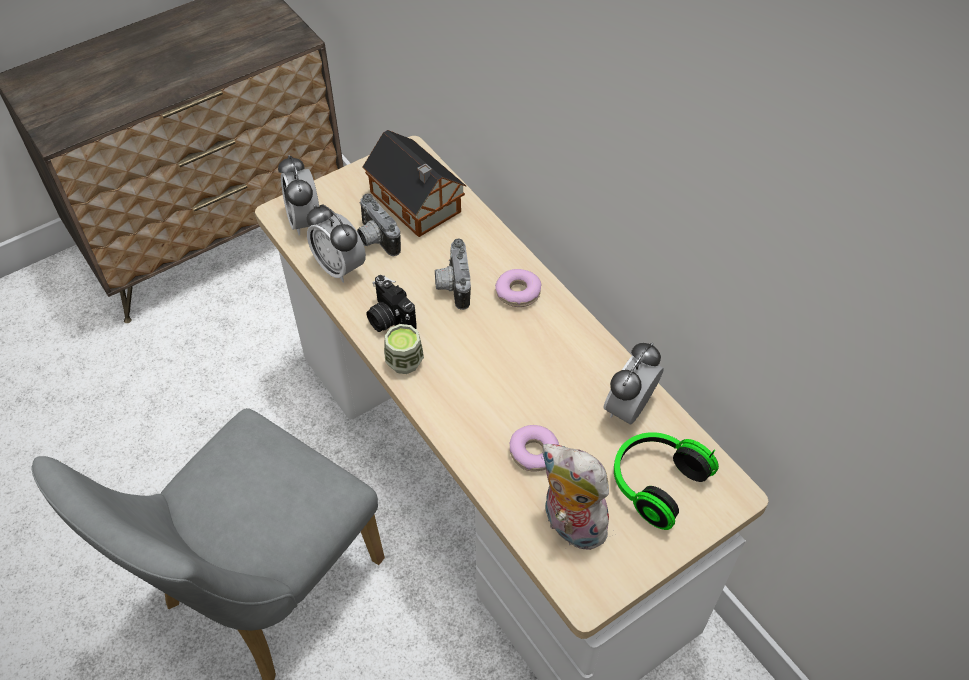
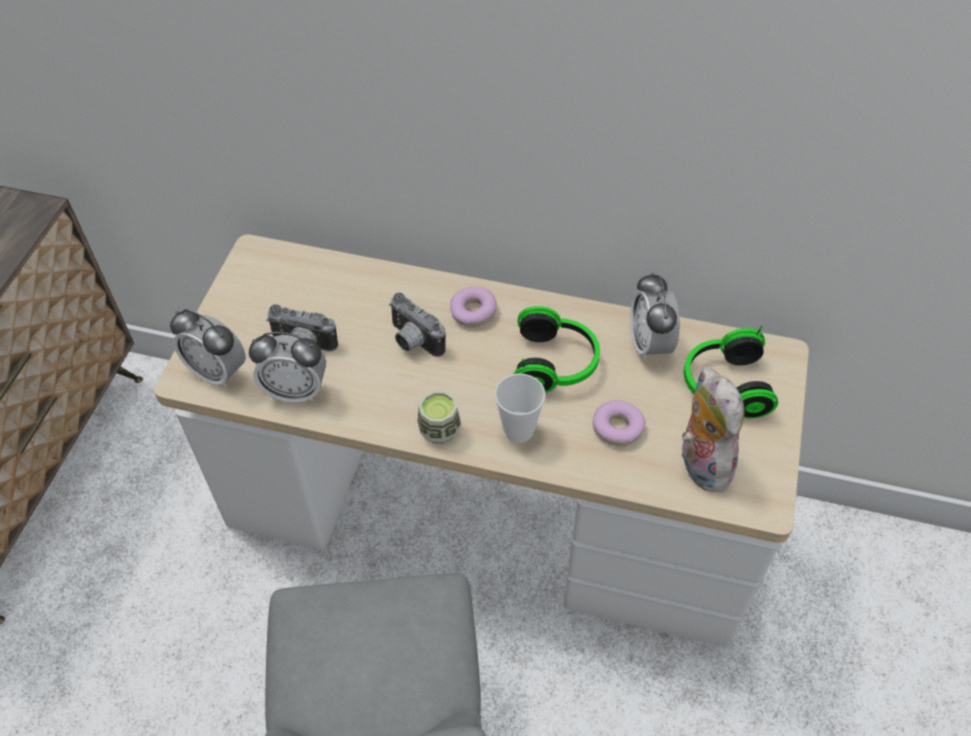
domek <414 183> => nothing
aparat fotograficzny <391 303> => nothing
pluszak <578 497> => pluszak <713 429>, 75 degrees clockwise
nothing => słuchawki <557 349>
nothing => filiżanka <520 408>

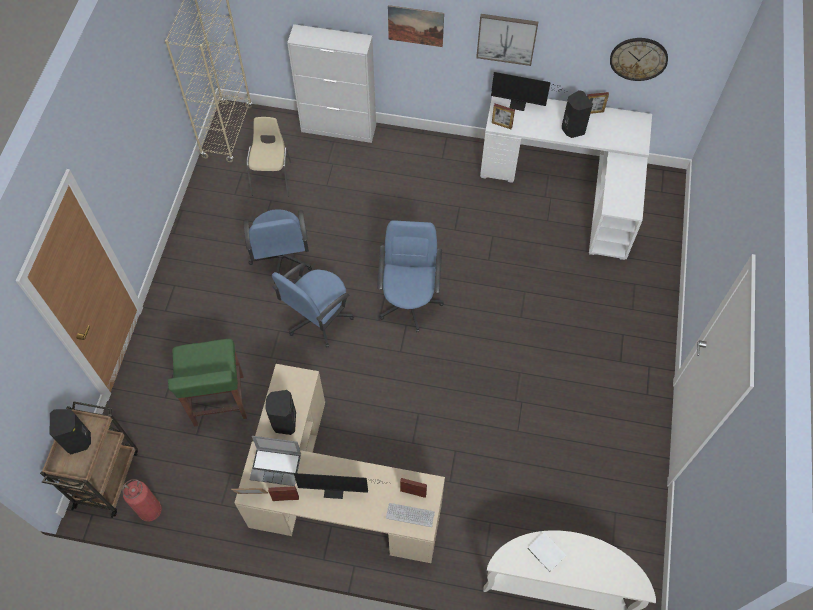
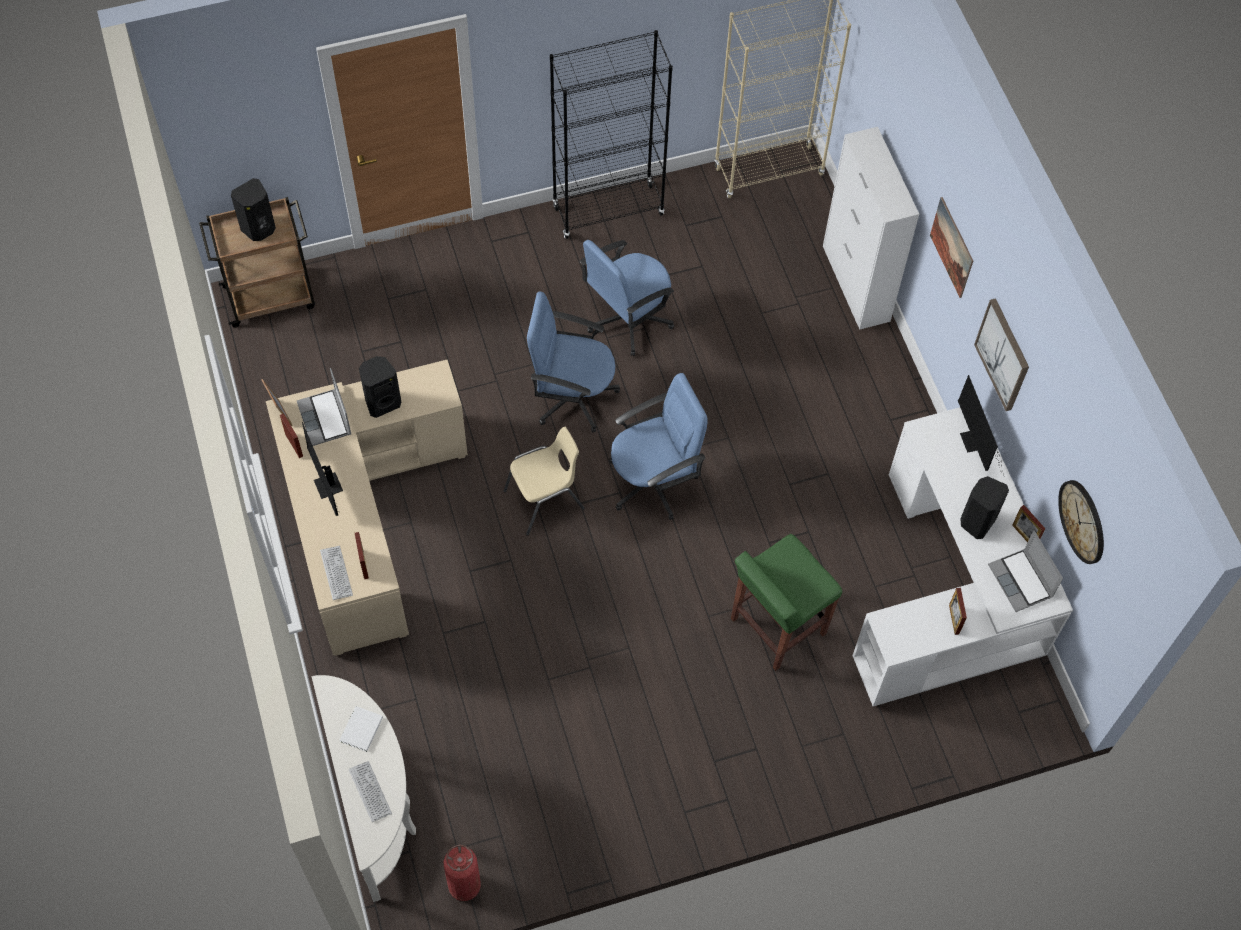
ramka na zdjęcie <503 116> => ramka na zdjęcie <958 611>, shifted
krzesło/beżowy <269 157> => krzesło/beżowy <544 481>, shifted
stołek/zielony <207 382> => stołek/zielony <786 602>, shifted
gaśnica <142 500> => gaśnica <462 873>, shifted
nothing => regał/czarny <611 134>
nothing => laptop <1025 571>
nothing => klawiatura <370 791>

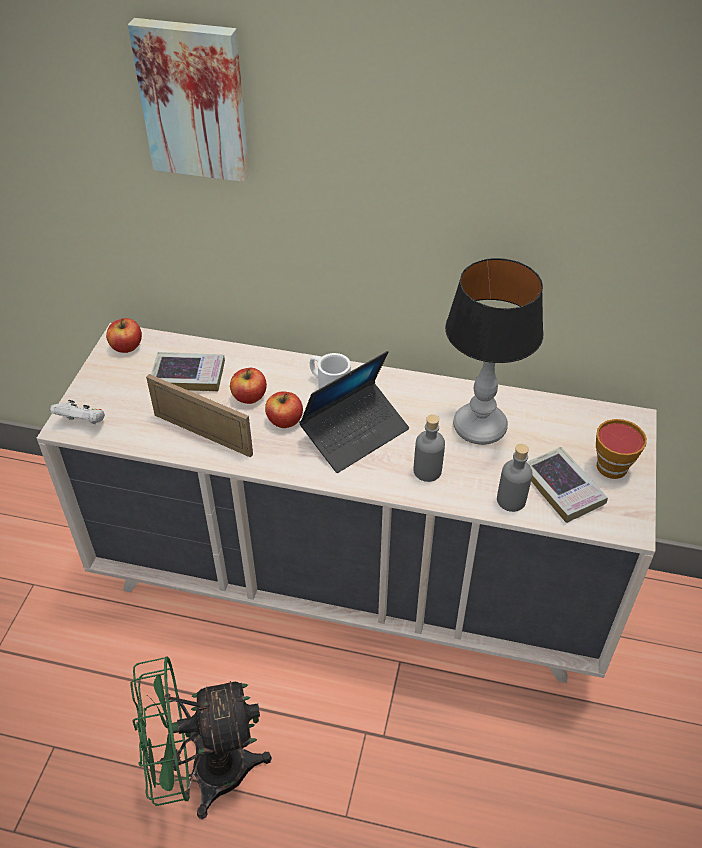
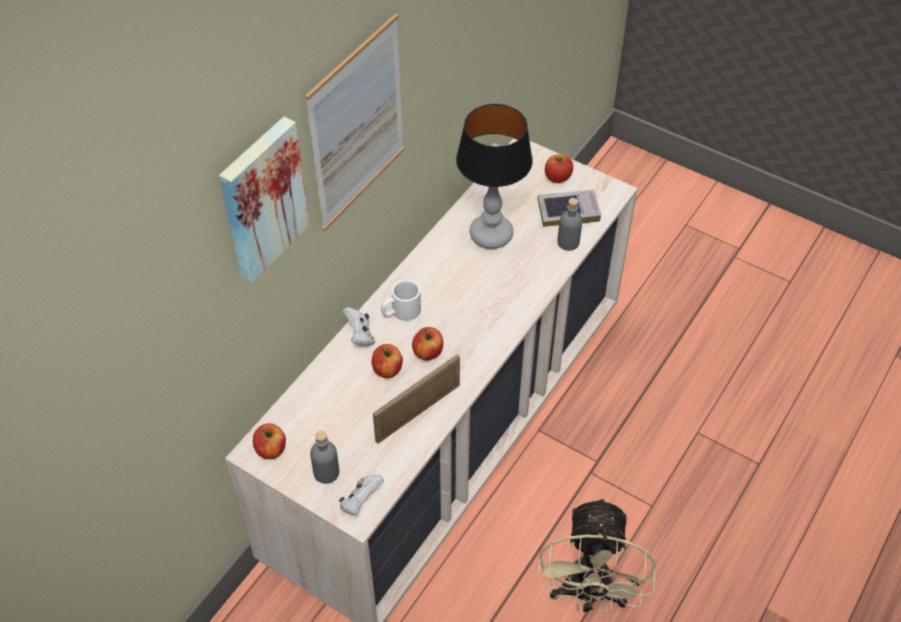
laptop <354 412> => nothing
książka <188 371> => nothing
butelka/szary <429 448> => butelka/szary <324 457>, shifted
filiżanka <621 449> => jabłko <559 168>
wentylator/zielony <201 737> => wentylator/beżowy <597 555>
nothing => obraz <354 122>
nothing => pad do gier/biały <359 326>

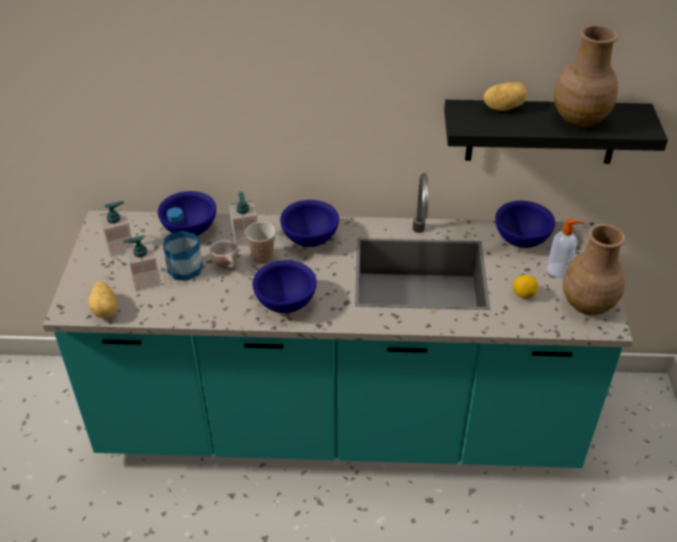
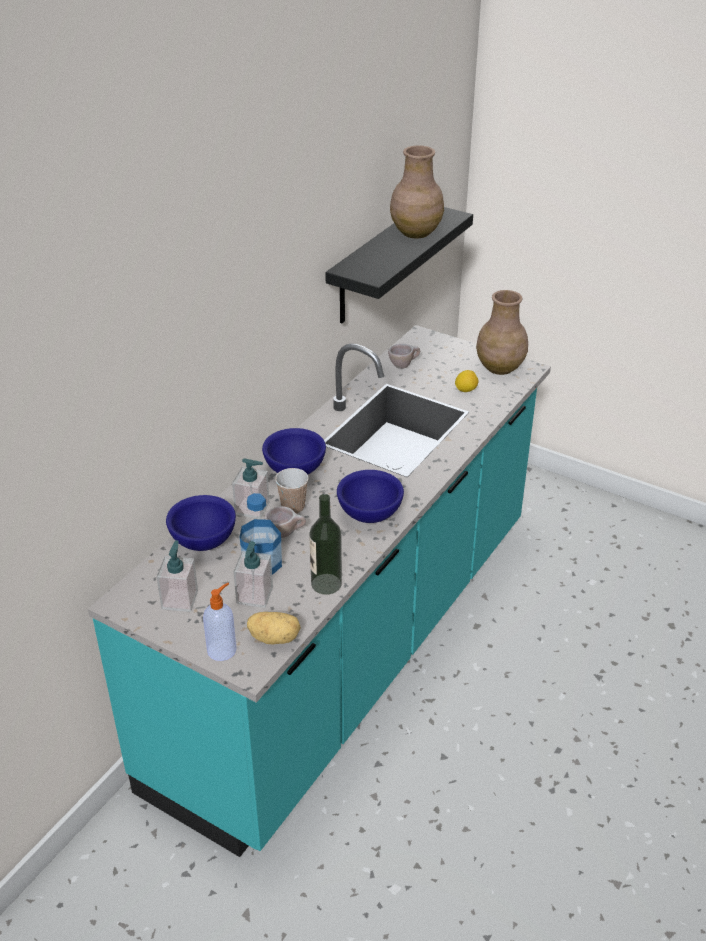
ziemniak <505 96> => nothing
miska/niebieski <525 224> => filiżanka/beżowy <404 356>
dozownik mydła <566 248> => dozownik mydła <220 622>, shifted
nothing => butelka <325 544>

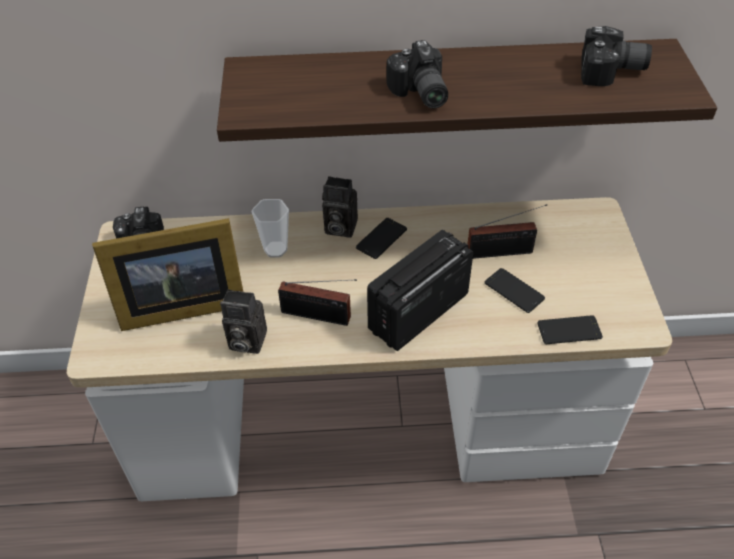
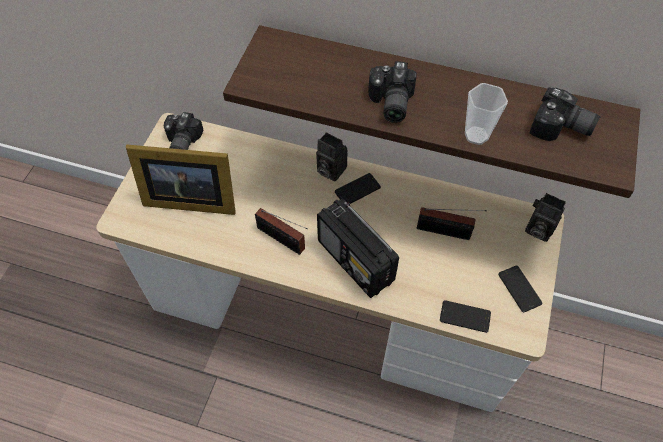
filiżanka <270 228> => filiżanka <486 114>, shifted
radio <420 290> => radio <358 248>, 105 degrees counterclockwise
telefon <514 290> => telefon <520 289>, shifted
aparat fotograficzny <243 321> => aparat fotograficzny <545 217>, shifted

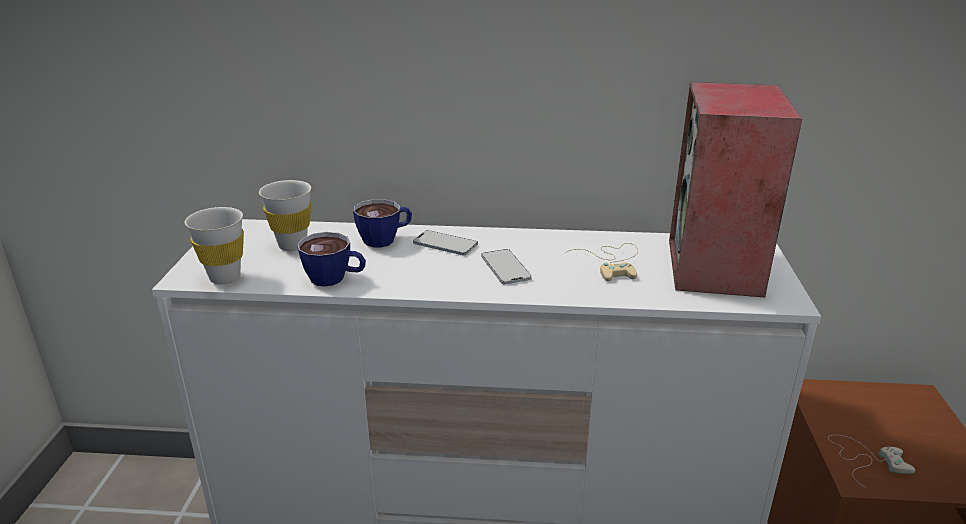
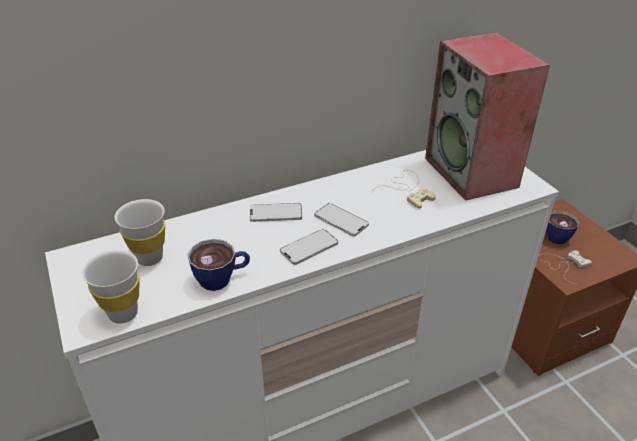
filiżanka <382 223> => filiżanka <562 227>, shifted
nothing => telefon <309 247>

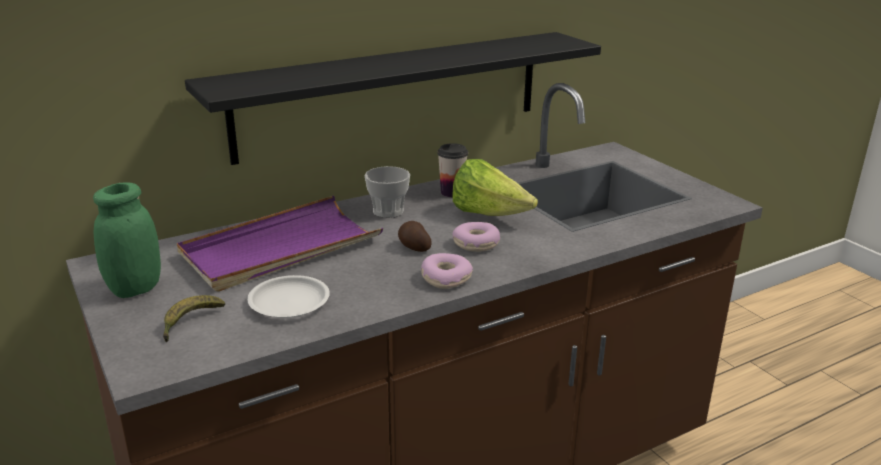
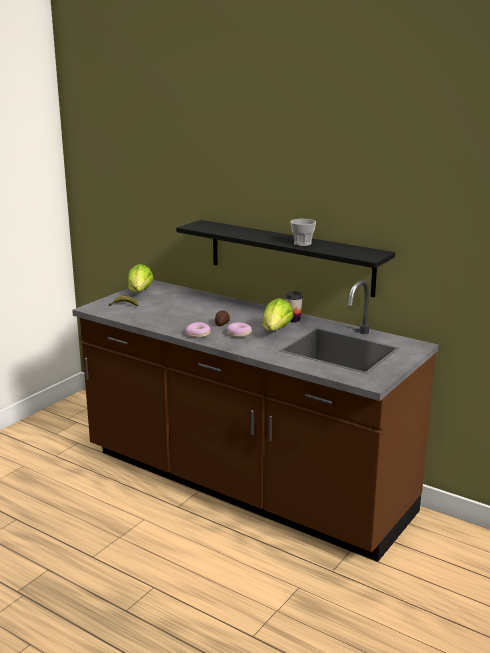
filiżanka <387 192> => filiżanka <303 232>, shifted
słoik/zielony <127 240> => sałata <141 278>
taca/fioletowy <280 244> => nothing
talerz/biały <288 296> => nothing

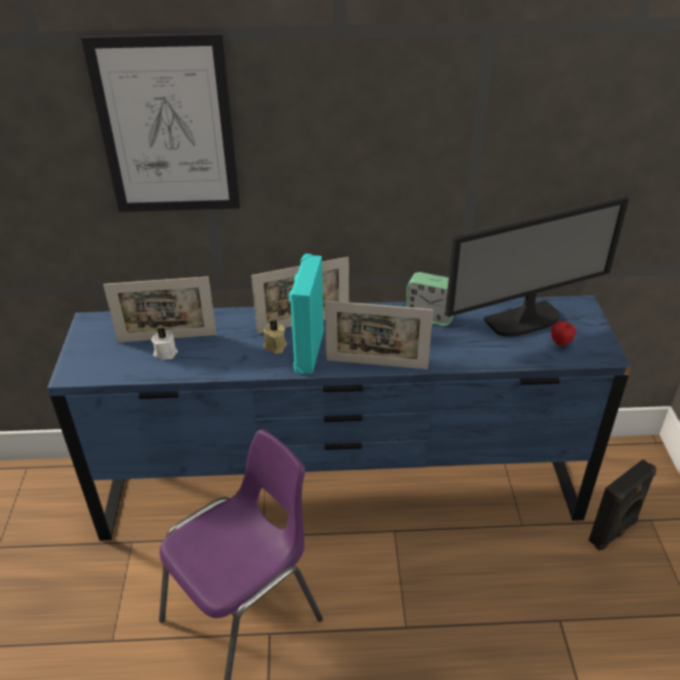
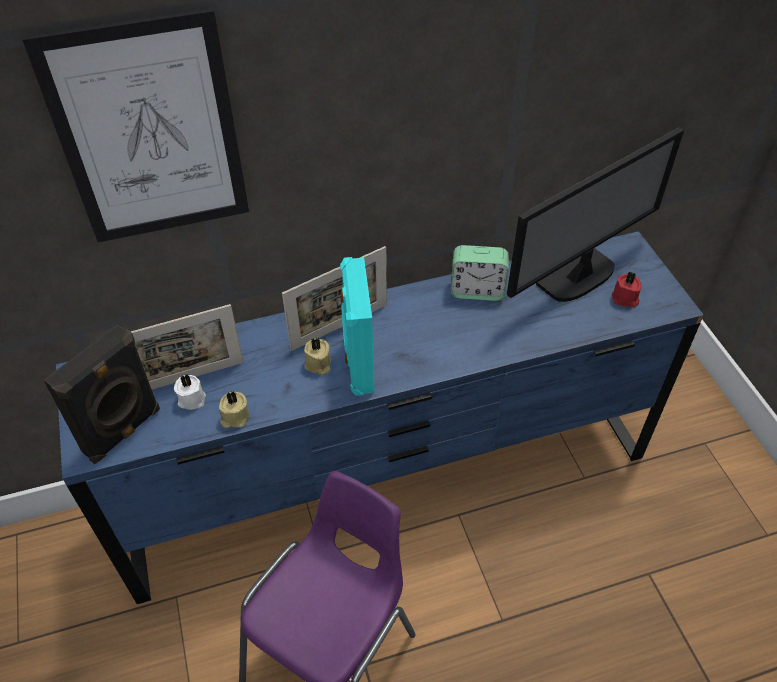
ramka na zdjęcie <379 335> => nothing
jabłko <563 333> => świeca/czerwony <626 289>
głośnik/czarny <622 505> => głośnik/czarny <102 394>, shifted
nothing => świeca/beżowy <234 410>

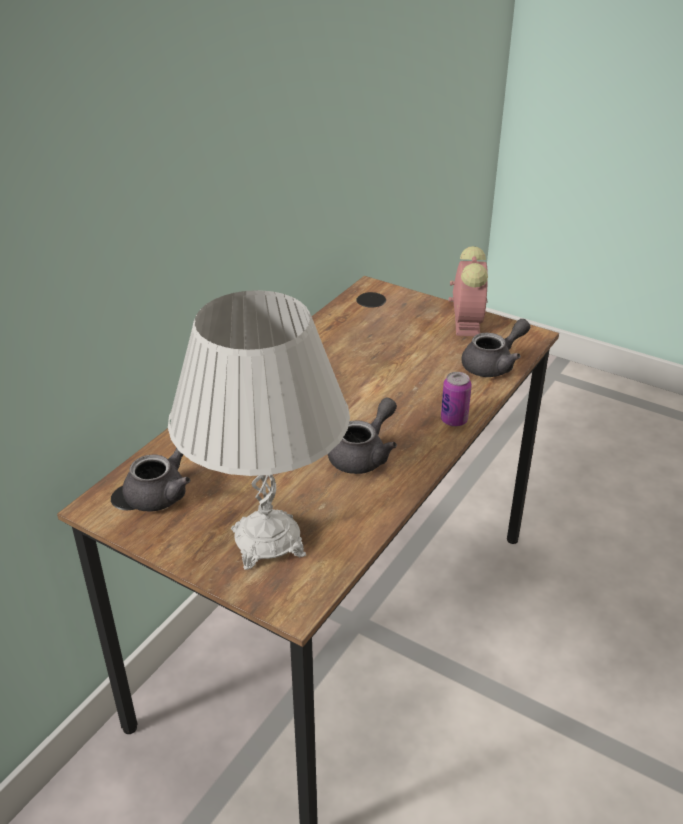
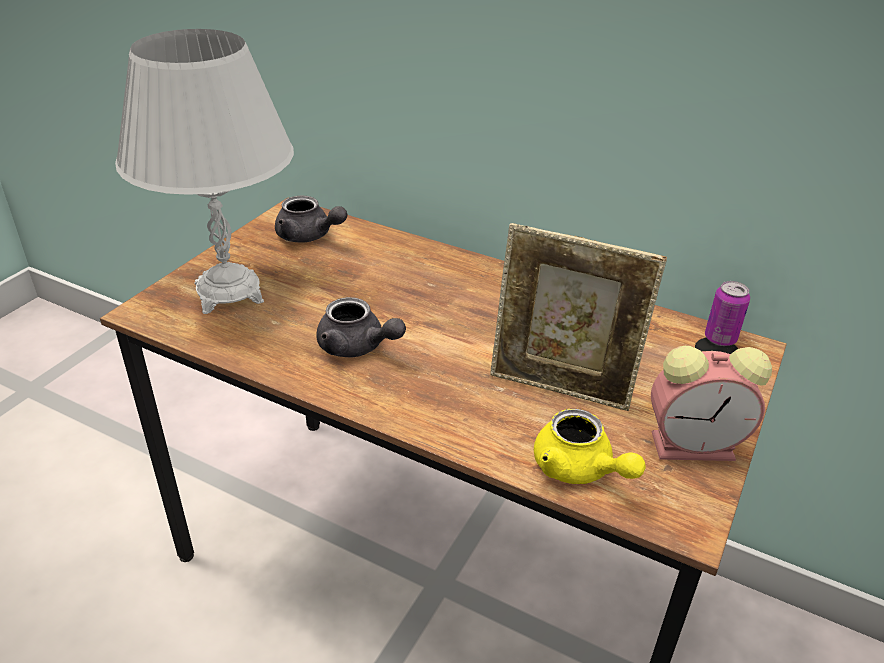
imbryk/szary <495 348> => imbryk/żółty <590 446>
puszka <456 399> => puszka <727 313>, shifted
nothing => ramka na zdjęcie <578 317>

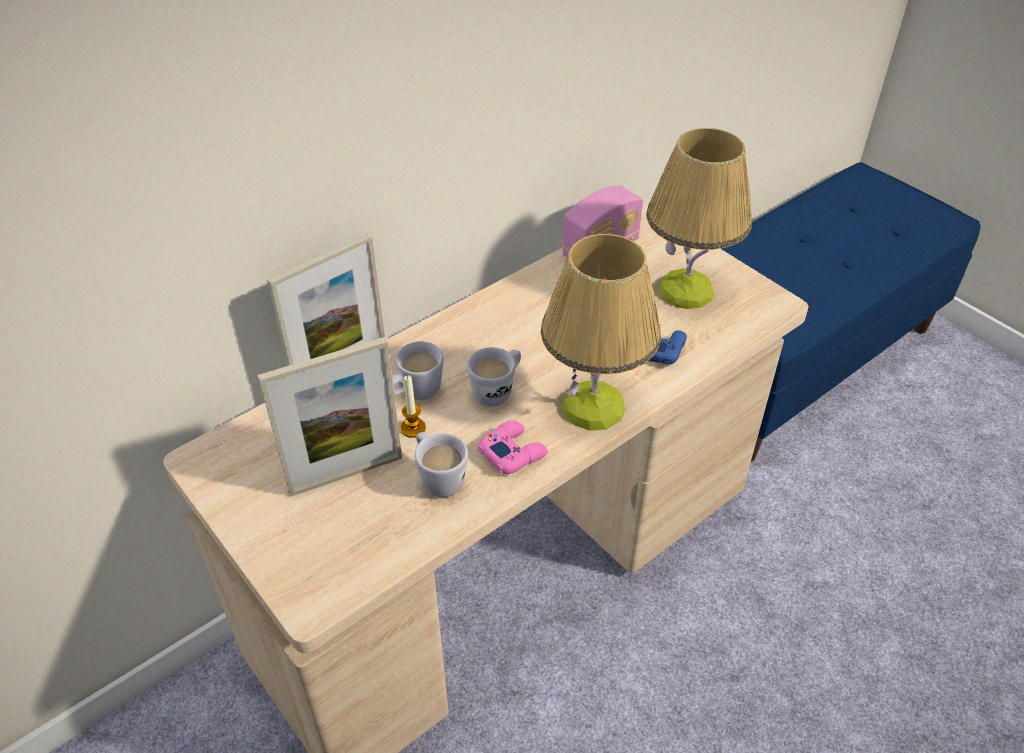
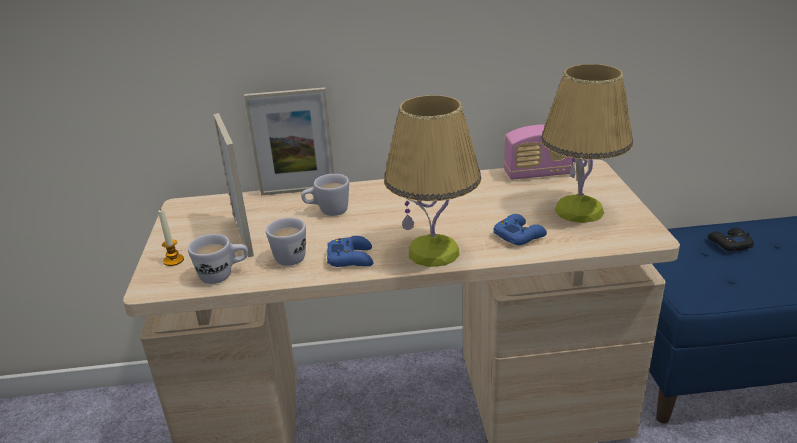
ramka na zdjęcie <330 416> => ramka na zdjęcie <233 185>, 120 degrees counterclockwise
kubek/biały <494 377> => kubek/biały <218 259>, shifted
świeca <413 406> => świeca <171 238>, shifted
pad do gier/różowy <513 447> => pad do gier/niebieski <350 251>
nothing => pad do gier/czarny <731 239>

